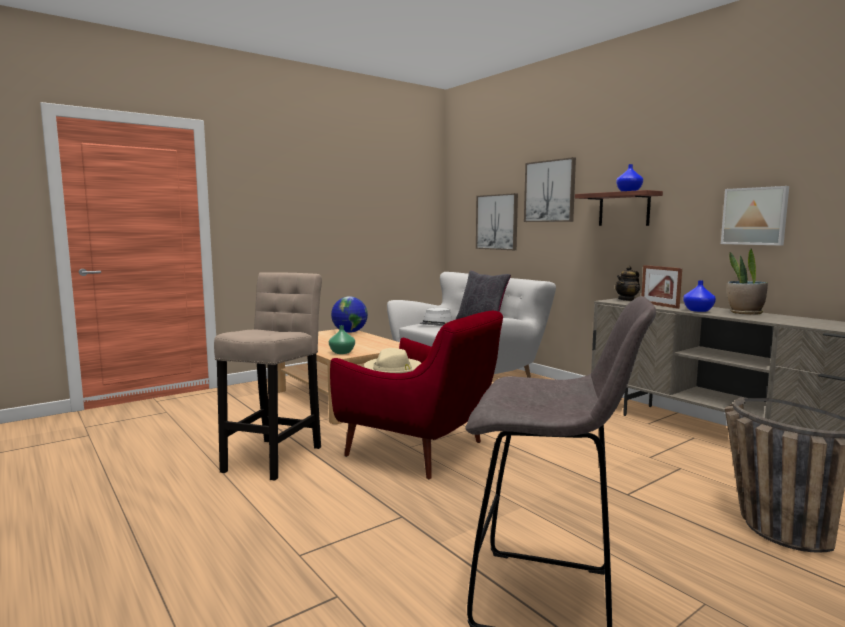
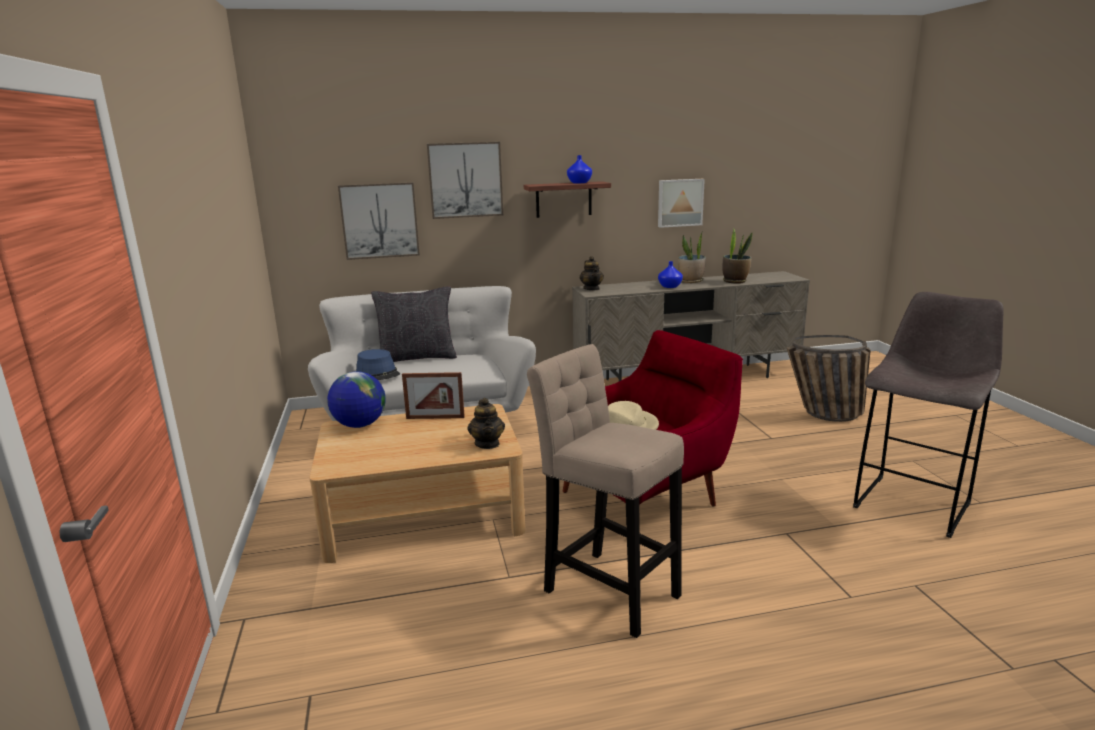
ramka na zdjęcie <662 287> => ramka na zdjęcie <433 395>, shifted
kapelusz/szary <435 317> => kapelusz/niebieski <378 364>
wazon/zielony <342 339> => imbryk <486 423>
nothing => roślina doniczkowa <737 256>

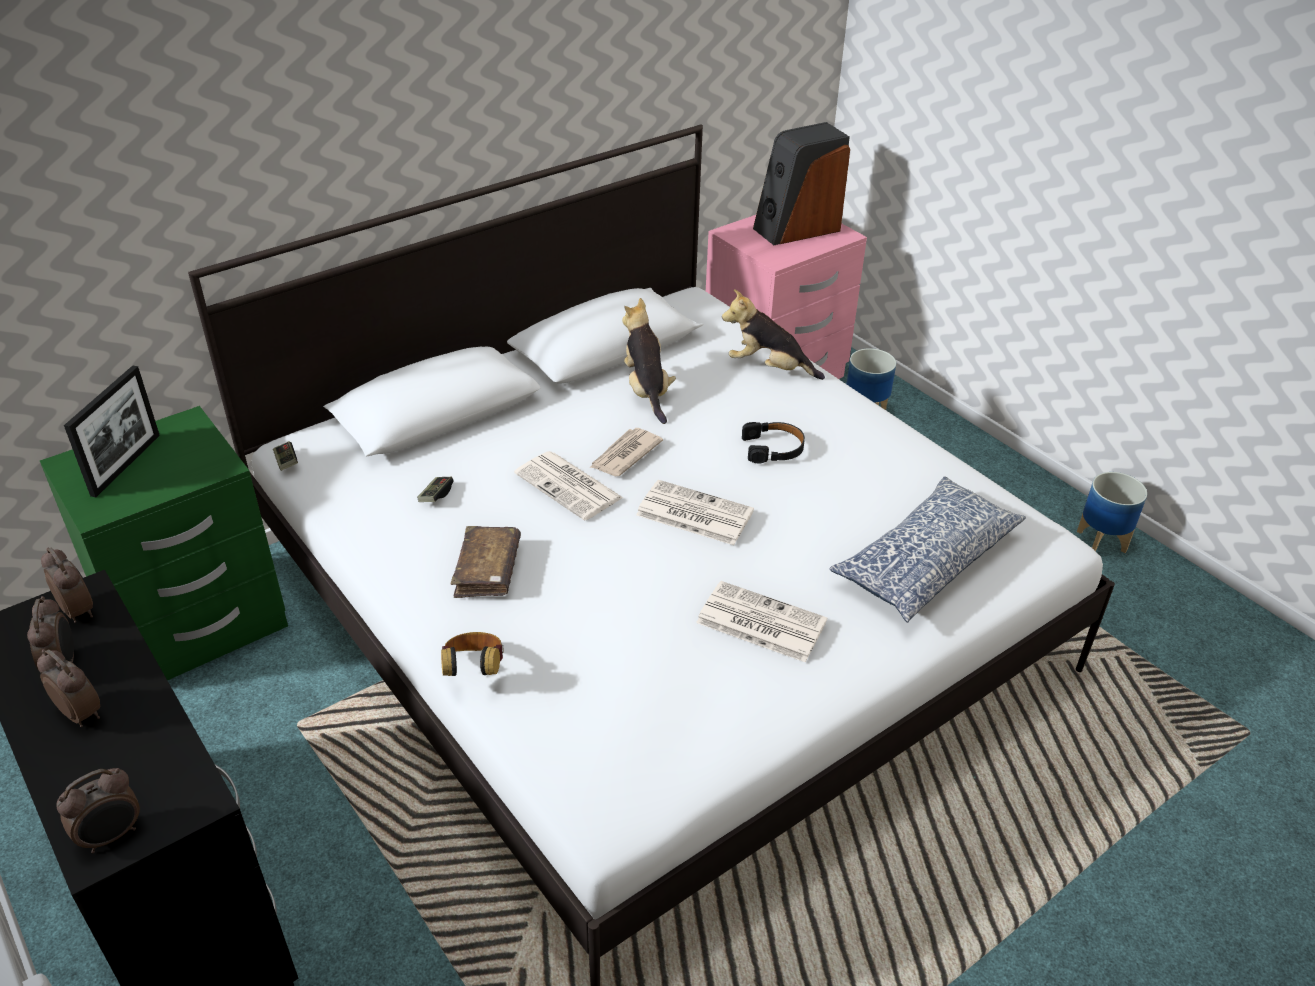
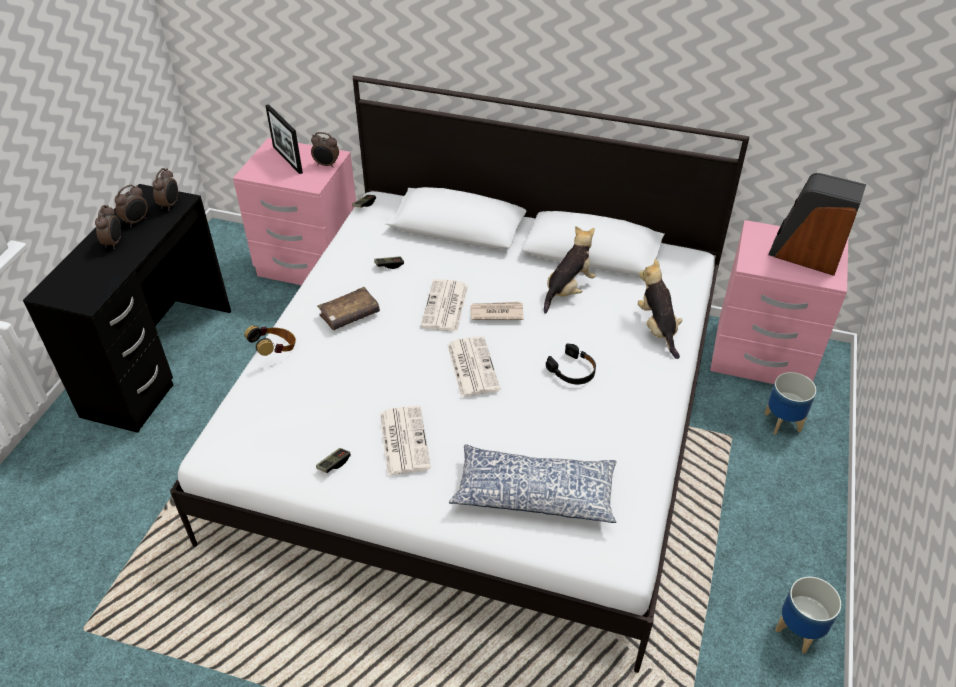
ramka na zdjęcie <112 431> => ramka na zdjęcie <284 139>, 75 degrees clockwise
szafka nocna/zielony <164 543> => szafka nocna/różowy <294 211>
budzik <98 810> => budzik <325 150>, shifted
nothing => pad do gier <333 460>

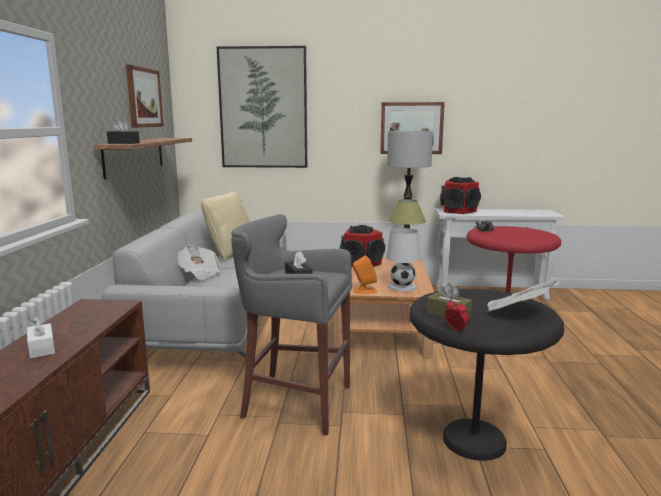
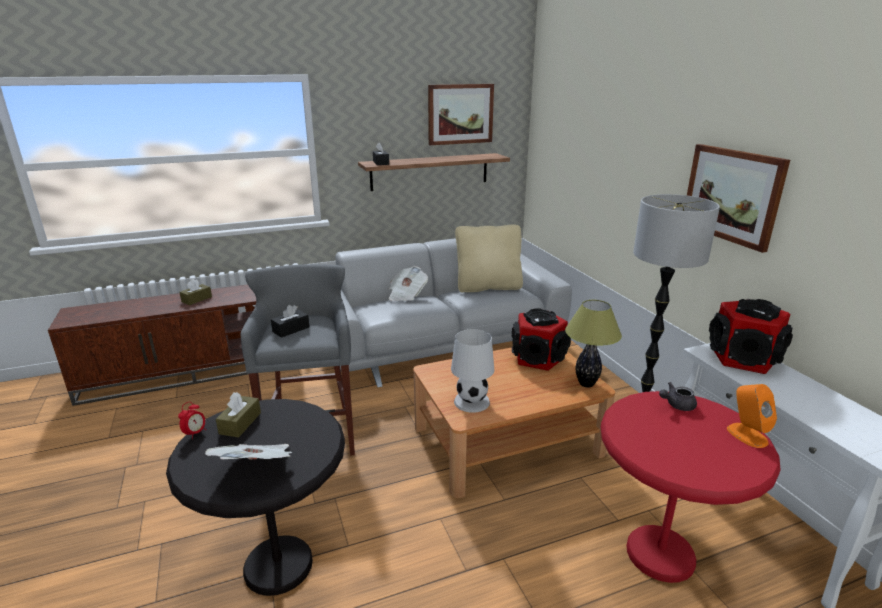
obraz <262 107> => nothing
głośnik/pomarańczowy <365 274> => głośnik/pomarańczowy <752 416>, shifted
pudełko chusteczek/biały <41 337> => pudełko chusteczek/brązowy <195 292>

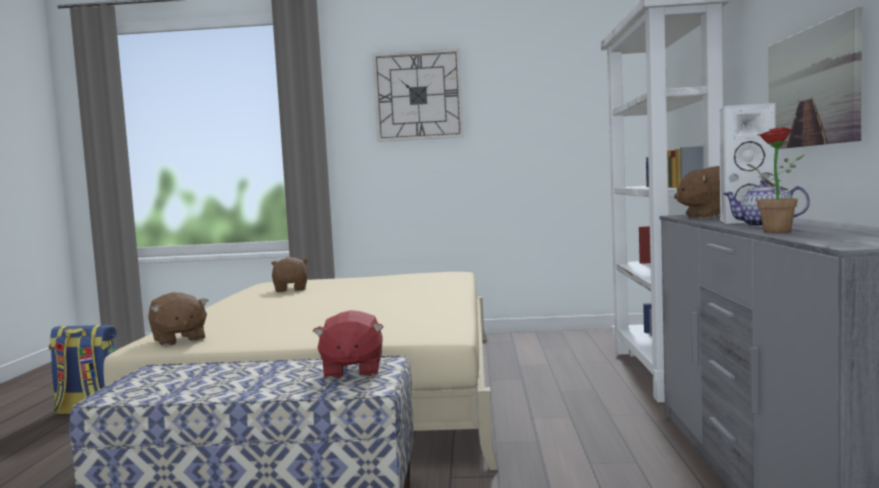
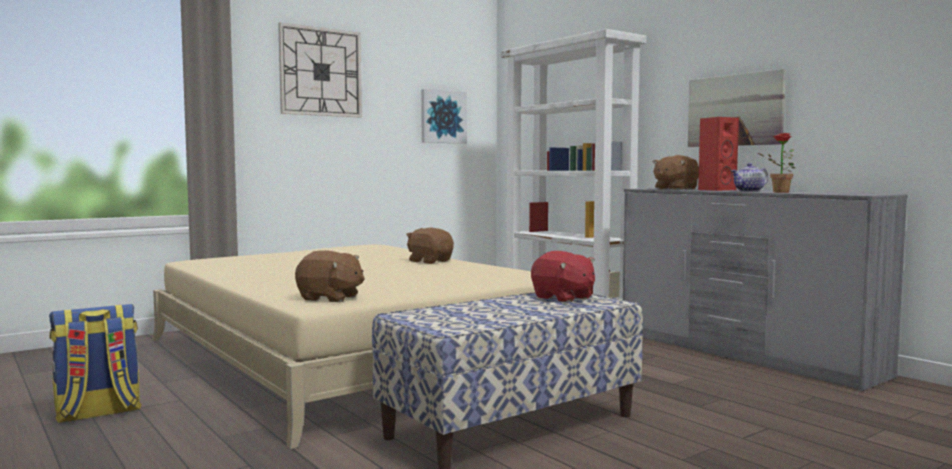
głośnik/biały <747 163> => głośnik/czerwony <718 154>
pluszak/brązowy <290 274> => pluszak/brązowy <430 246>, shifted
nothing => obraz <444 116>

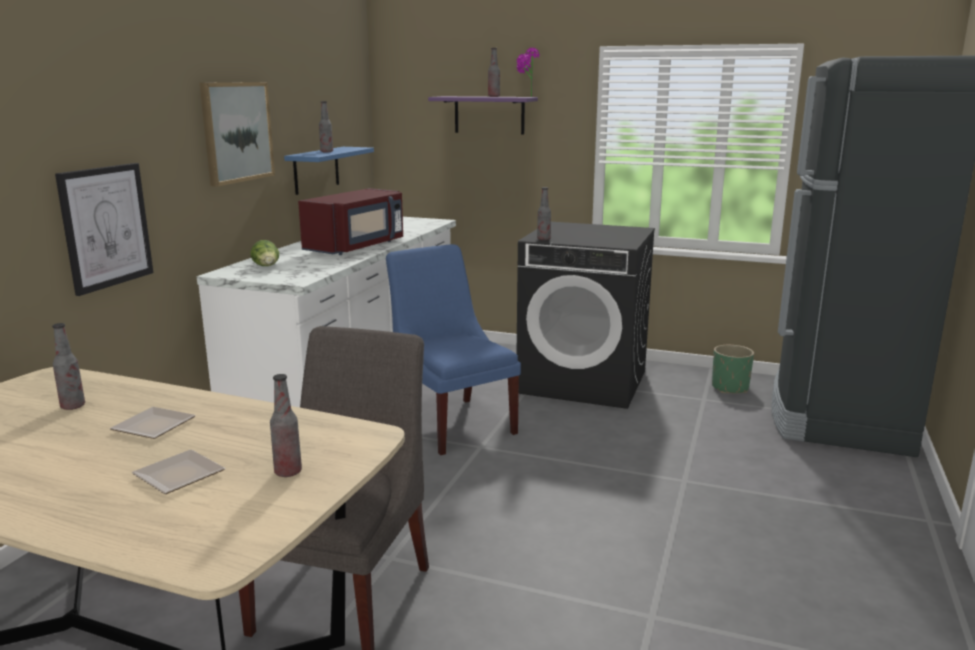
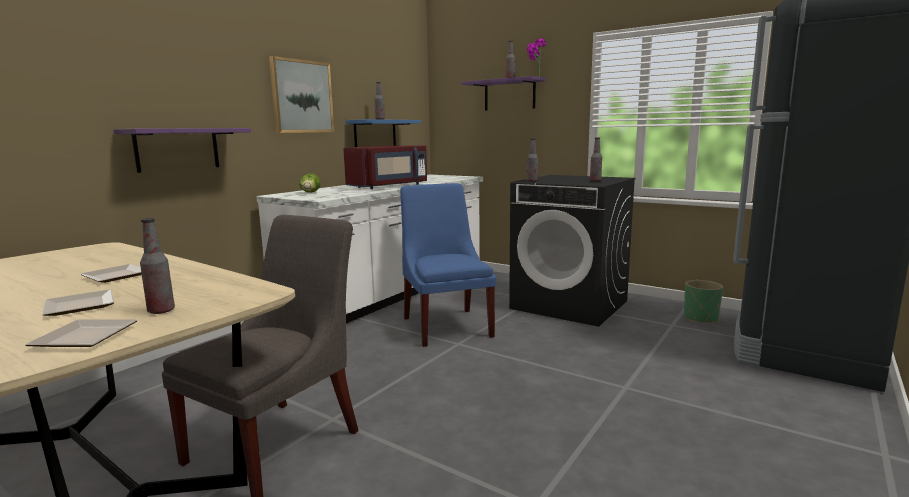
obraz <104 229> => półka/fioletowy <182 150>
butelka <68 366> => butelka <596 159>, shifted
nothing => talerz <81 333>

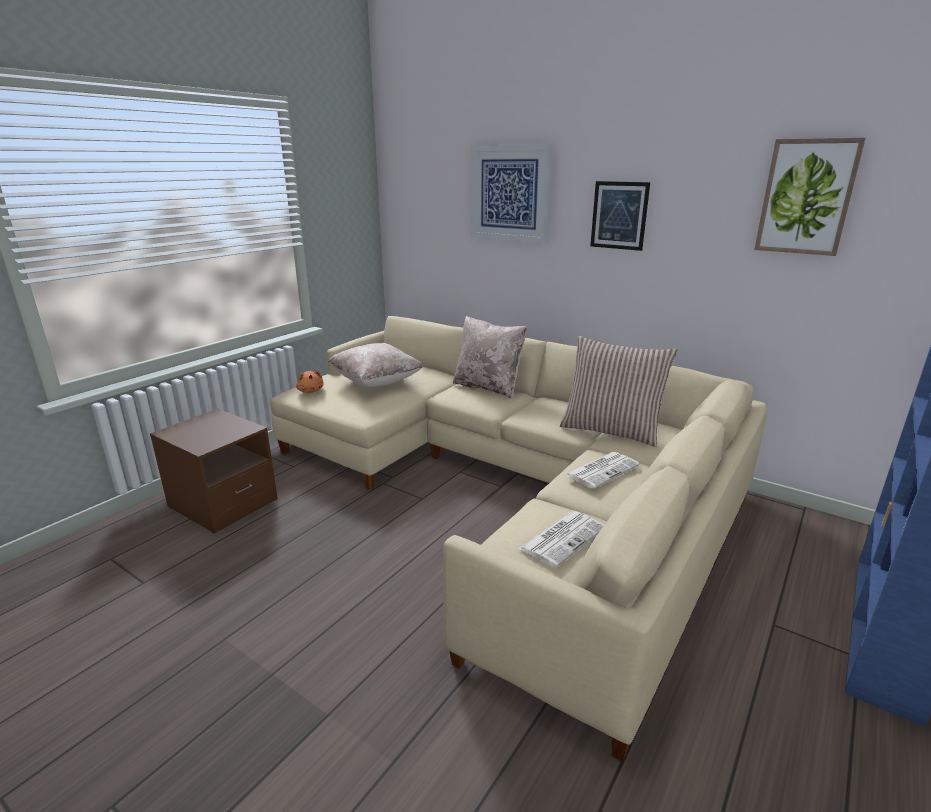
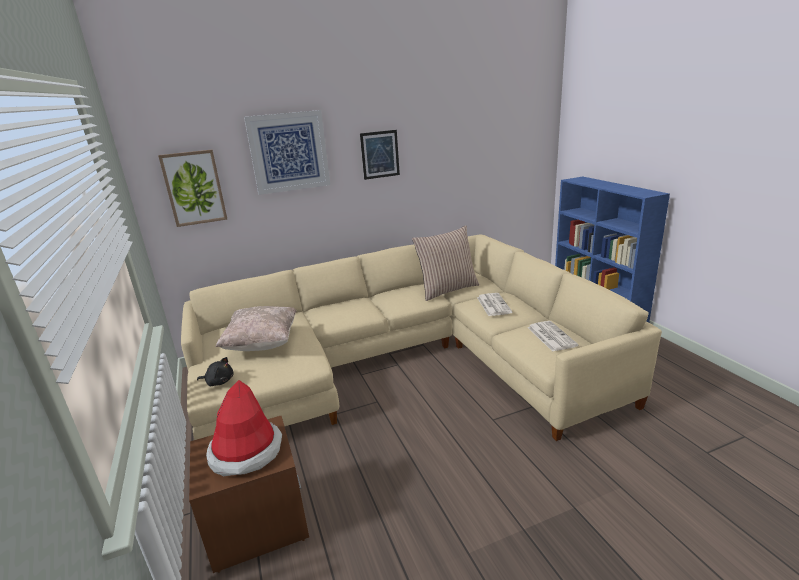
obraz <810 197> => obraz <192 188>, shifted
poduszka/beżowy <490 357> => nothing
pluszak/pomarańczowy <309 382> => pluszak/czarny <215 371>
nothing => kapelusz <244 428>

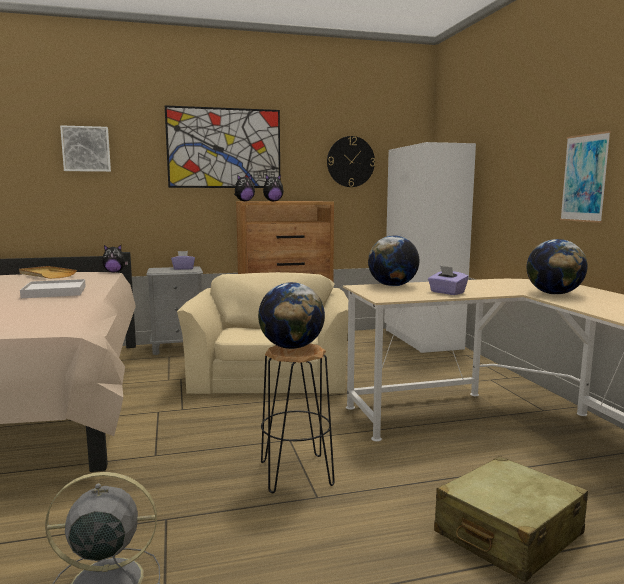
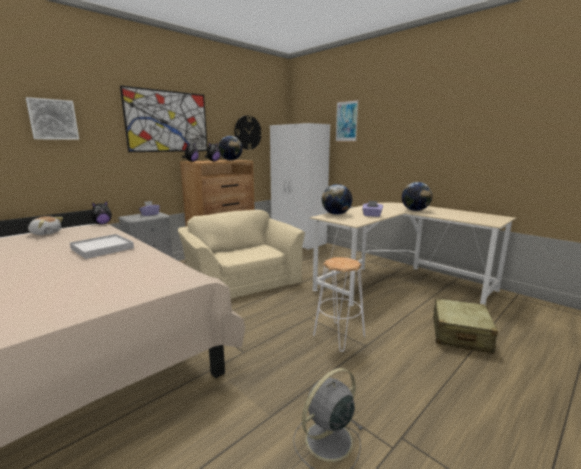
obraz <585 177> => obraz <347 121>, shifted
taca/beżowy <48 272> => pluszak <45 225>
globus <291 315> => globus <230 148>, shifted
stołek/czarny <298 418> => stołek/biały <339 304>

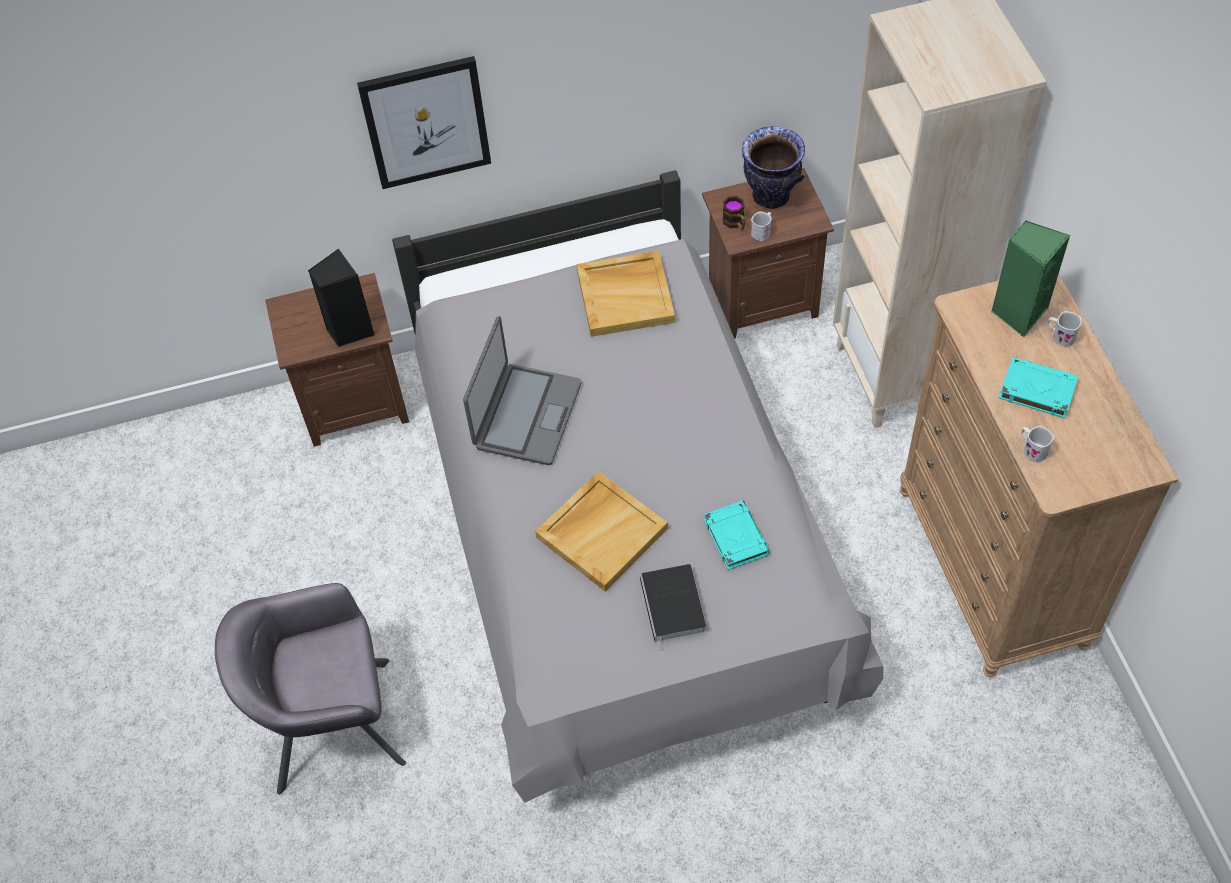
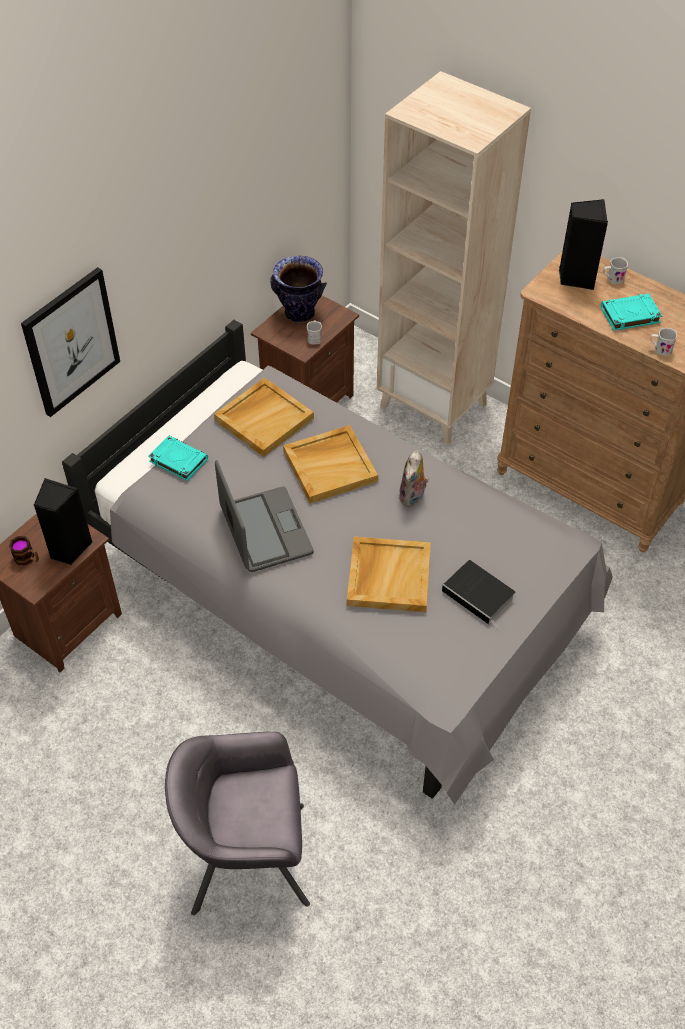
kubek <734 213> => kubek <24 551>, shifted
głośnik/zielony <1030 278> => głośnik/czarny <583 244>
książka/turkusowy <737 535> => książka/turkusowy <178 458>, shifted
fotel/szary <310 689> => fotel/szary <237 823>, 45 degrees clockwise
nothing => taca/beżowy <330 464>
nothing => pluszak <414 478>

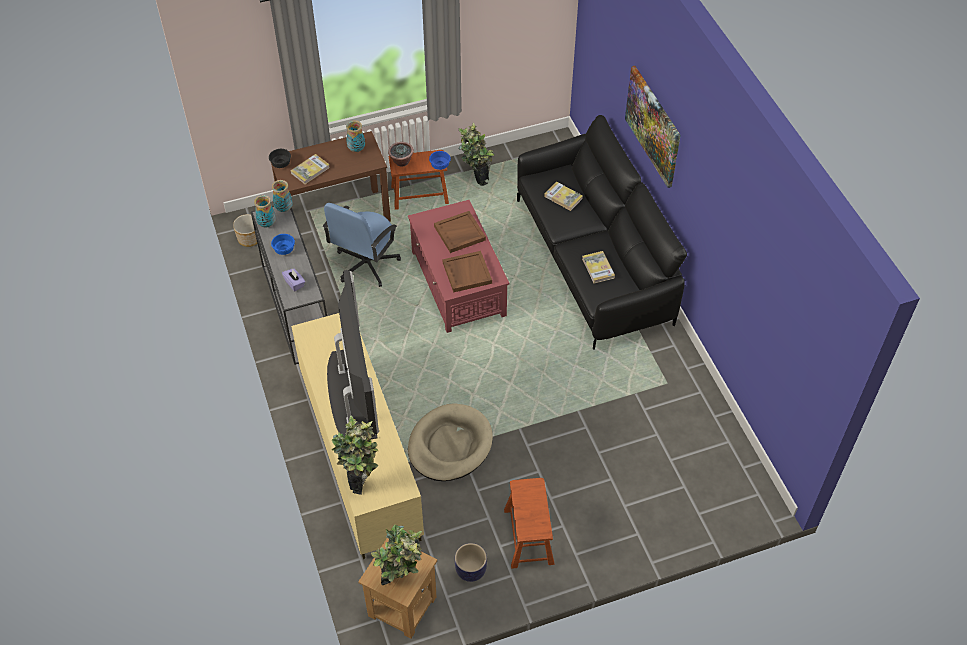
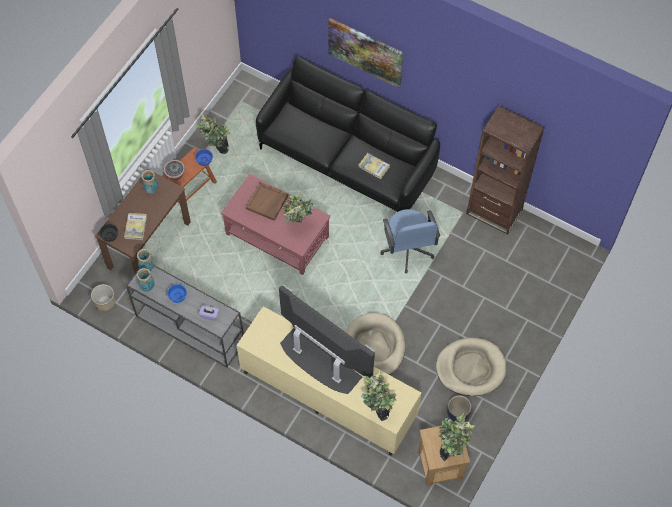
książka <563 196> => nothing
krzesło biurowe/niebieski <362 245> => krzesło biurowe/niebieski <410 241>, shifted
taca/brązowy <467 272> => roślina doniczkowa <298 208>
stołek/brązowy <529 523> => legowisko/beżowy <471 367>
nothing => regał/brązowy <505 170>

